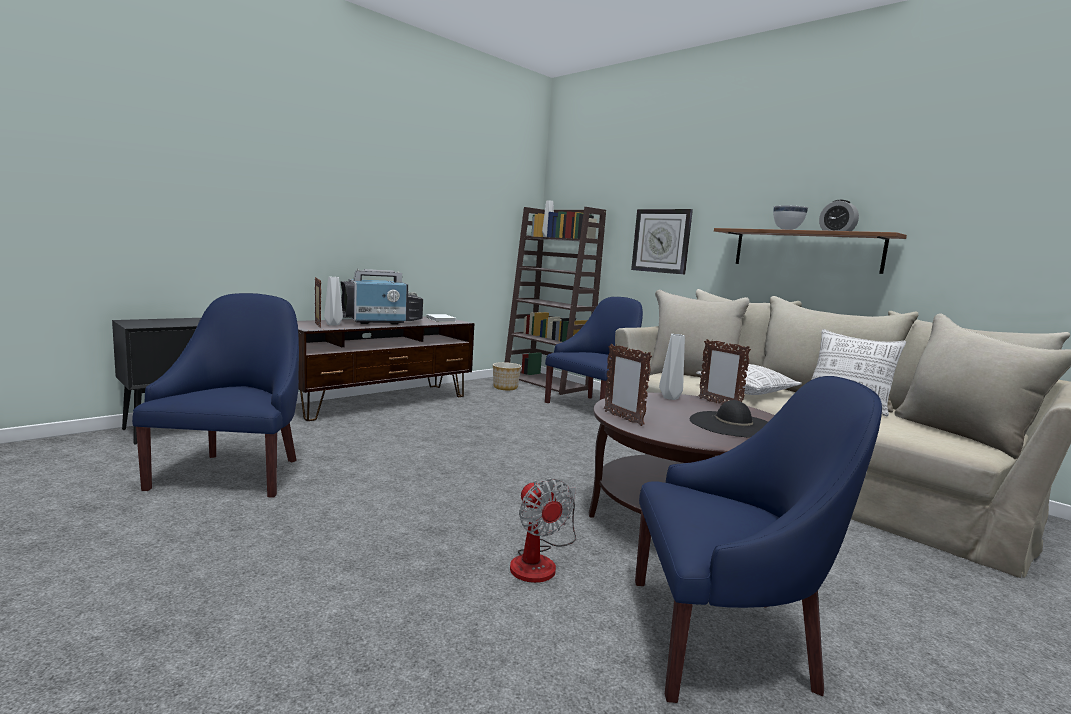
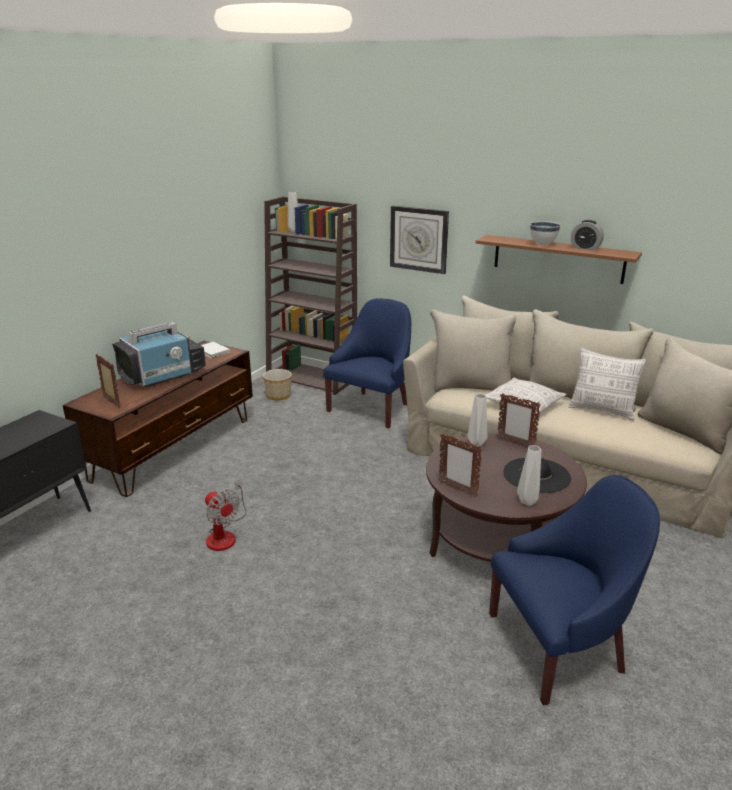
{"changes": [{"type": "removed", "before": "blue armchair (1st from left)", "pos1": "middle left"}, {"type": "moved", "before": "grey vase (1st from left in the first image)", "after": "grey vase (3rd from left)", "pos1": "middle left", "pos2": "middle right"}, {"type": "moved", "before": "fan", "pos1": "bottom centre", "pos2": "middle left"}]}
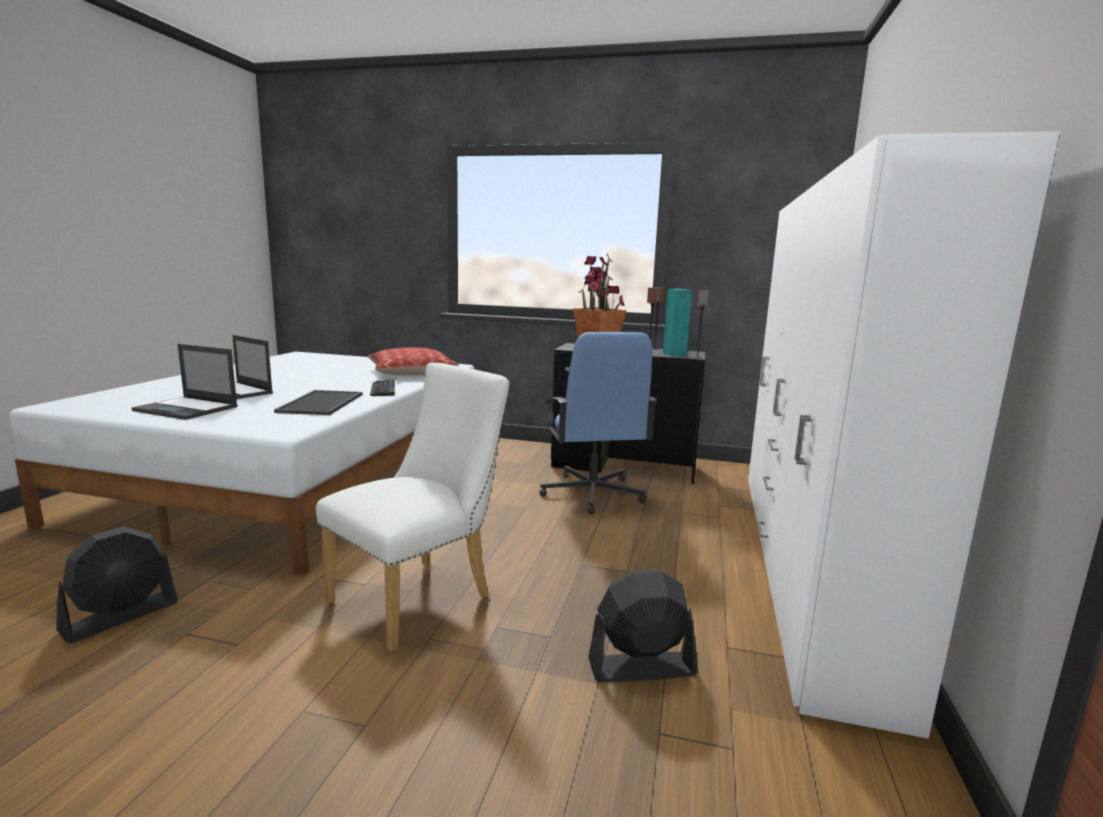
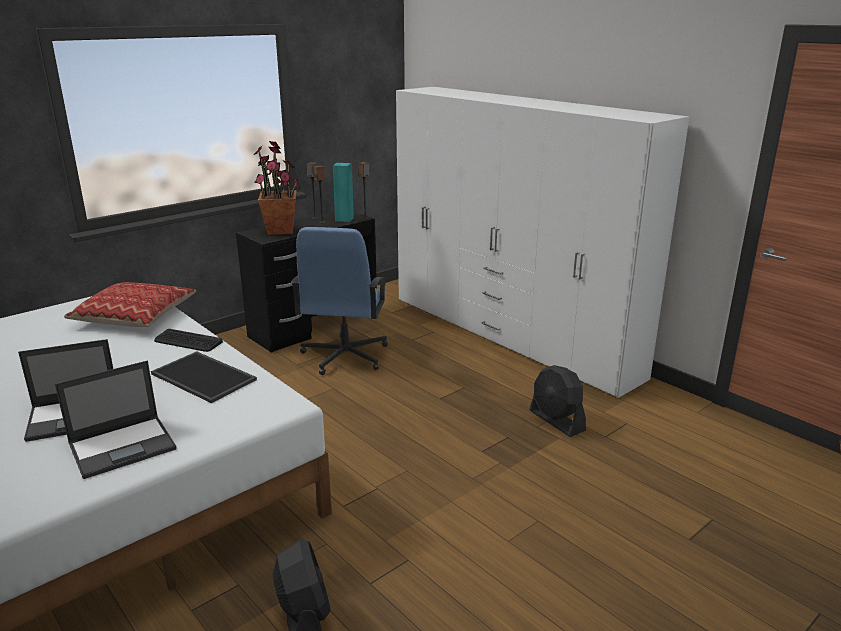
{"changes": [{"type": "removed", "before": "white chair", "pos1": "centre"}, {"type": "turned", "before": "blue office chair", "pos1": "centre", "pos2": "centre", "turn": 75}, {"type": "turned", "before": "black fan (2nd from left)", "pos1": "bottom centre", "pos2": "centre", "turn": -60}]}
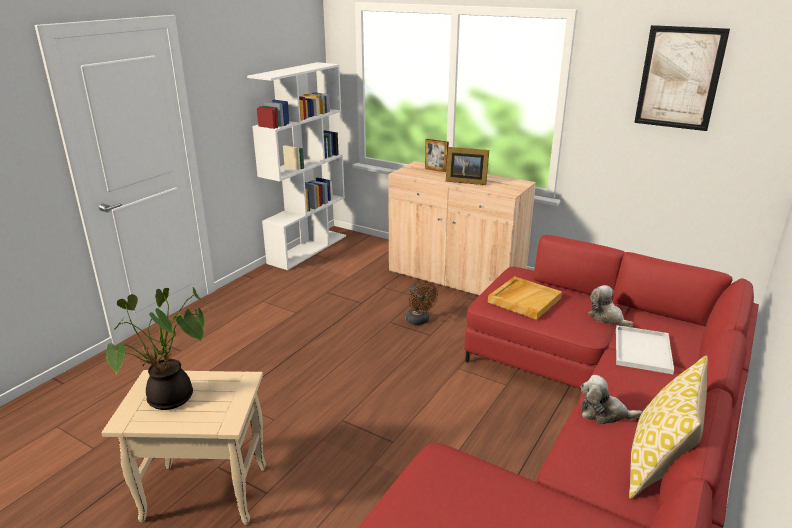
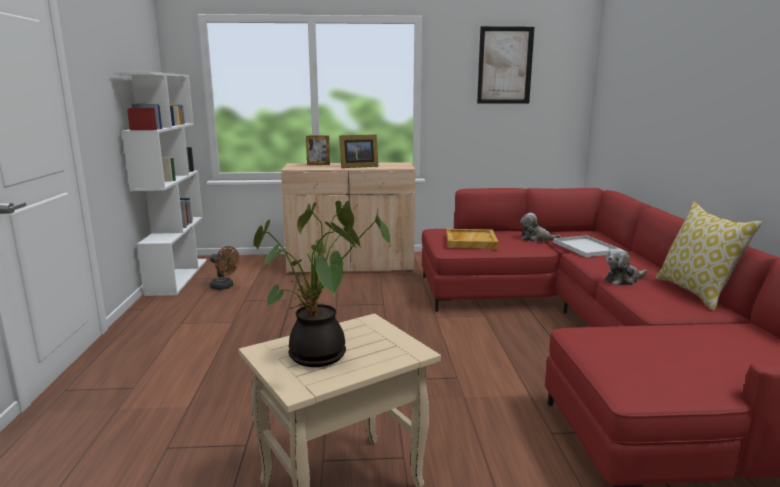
{"changes": [{"type": "moved", "before": "brown fan", "pos1": "centre", "pos2": "middle left"}]}
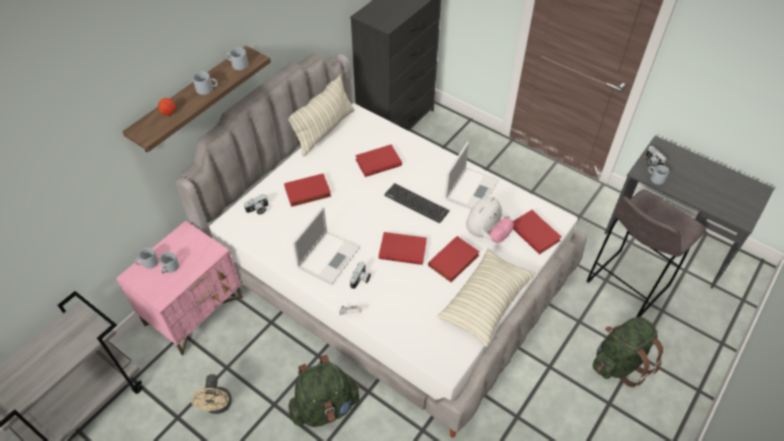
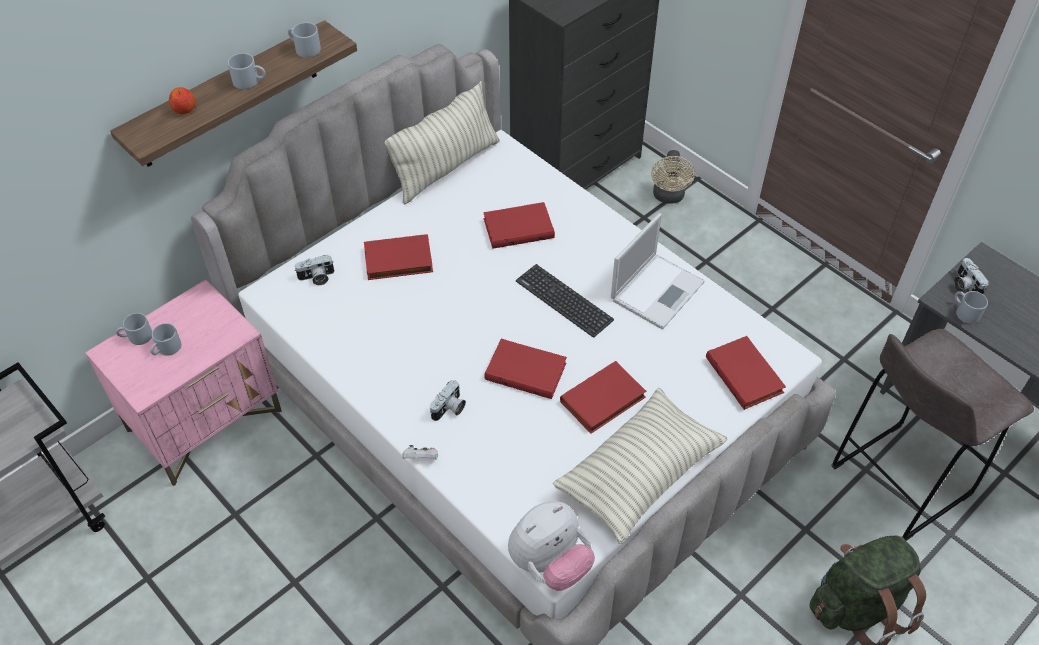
{"changes": [{"type": "moved", "before": "beige fan", "pos1": "bottom left", "pos2": "top centre"}, {"type": "removed", "before": "green backpack (1st from left)", "pos1": "bottom centre"}, {"type": "removed", "before": "laptop (1st from left)", "pos1": "centre"}, {"type": "moved", "before": "plush toy", "pos1": "centre", "pos2": "bottom centre"}]}
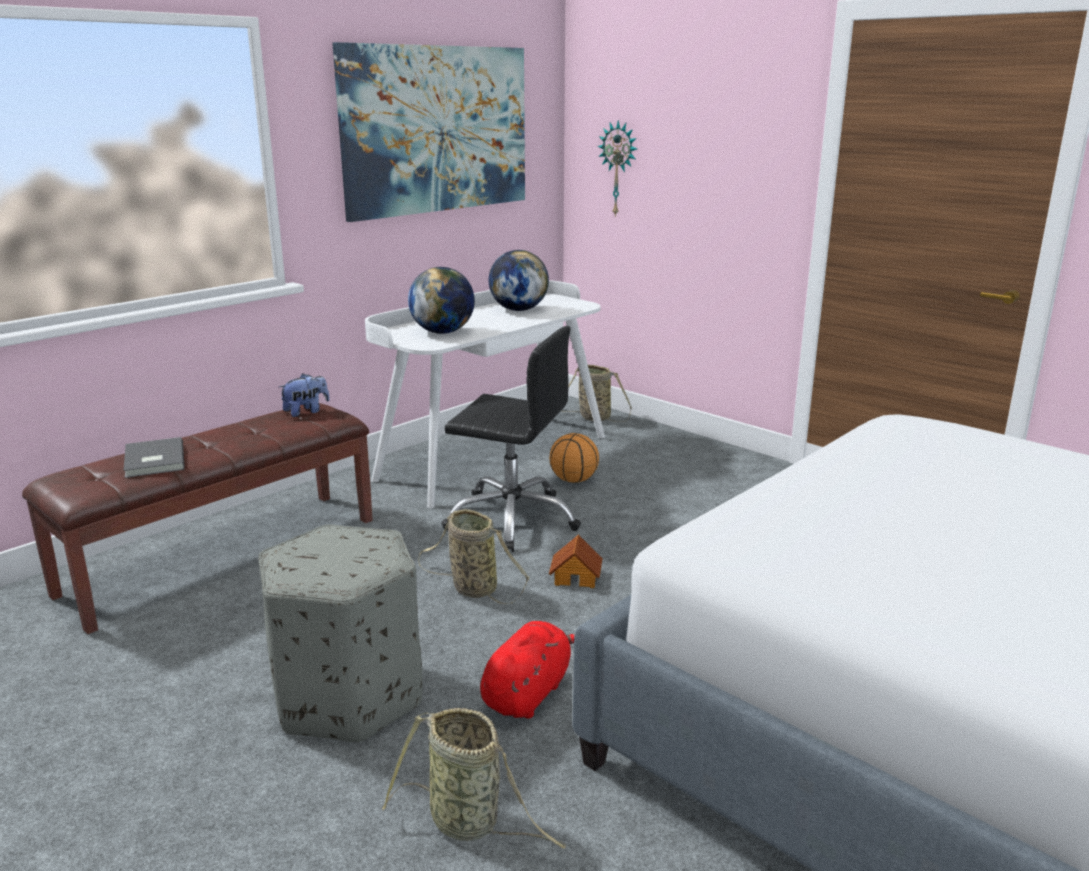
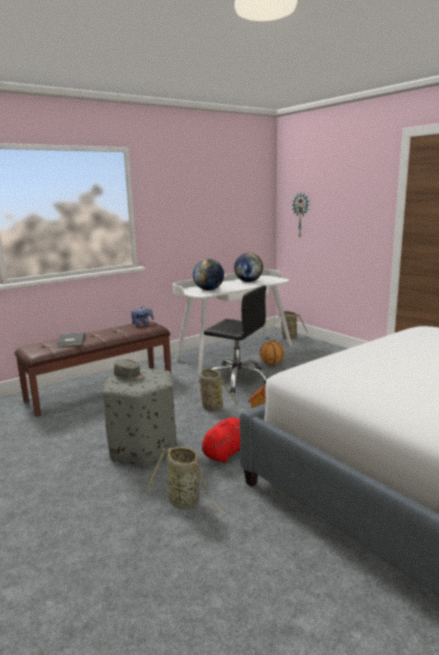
{"changes": [{"type": "removed", "before": "picture", "pos1": "top centre"}, {"type": "added", "after": "grey cap", "pos2": "middle left"}]}
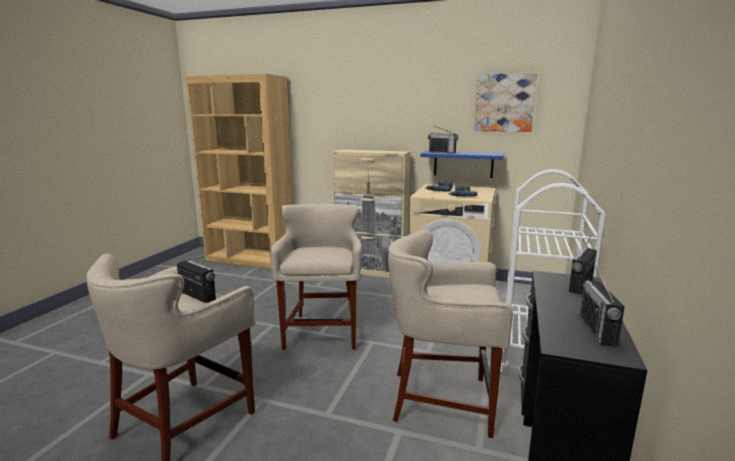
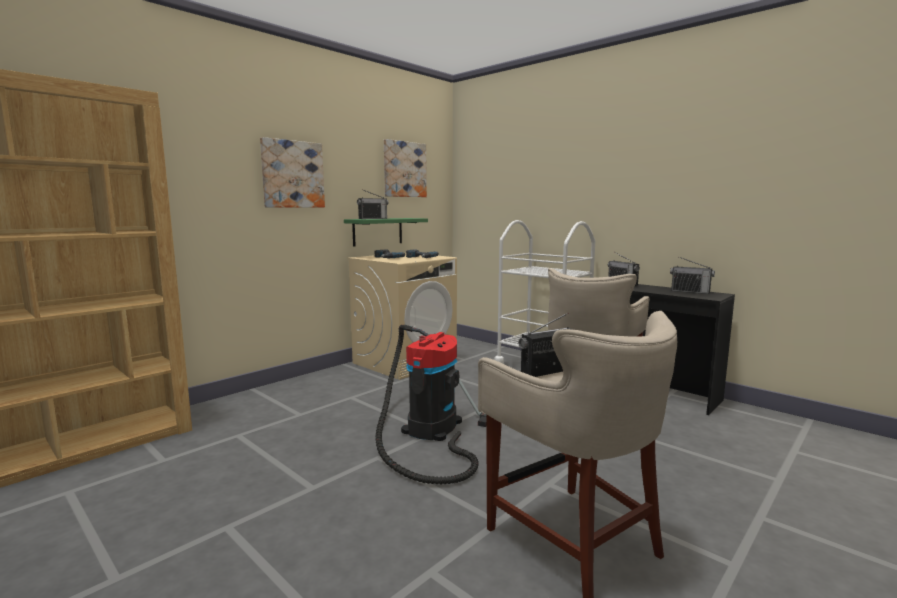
{"changes": [{"type": "replaced", "before": "beige stool (2nd from left)", "after": "vacuum cleaner", "pos1": "centre", "pos2": "bottom centre"}, {"type": "removed", "before": "beige cabinet", "pos1": "centre"}, {"type": "recoloured", "before": "blue shelf", "after": "green shelf", "pos1": "centre", "pos2": "centre"}, {"type": "added", "after": "picture (1st from left)", "pos2": "top left"}]}
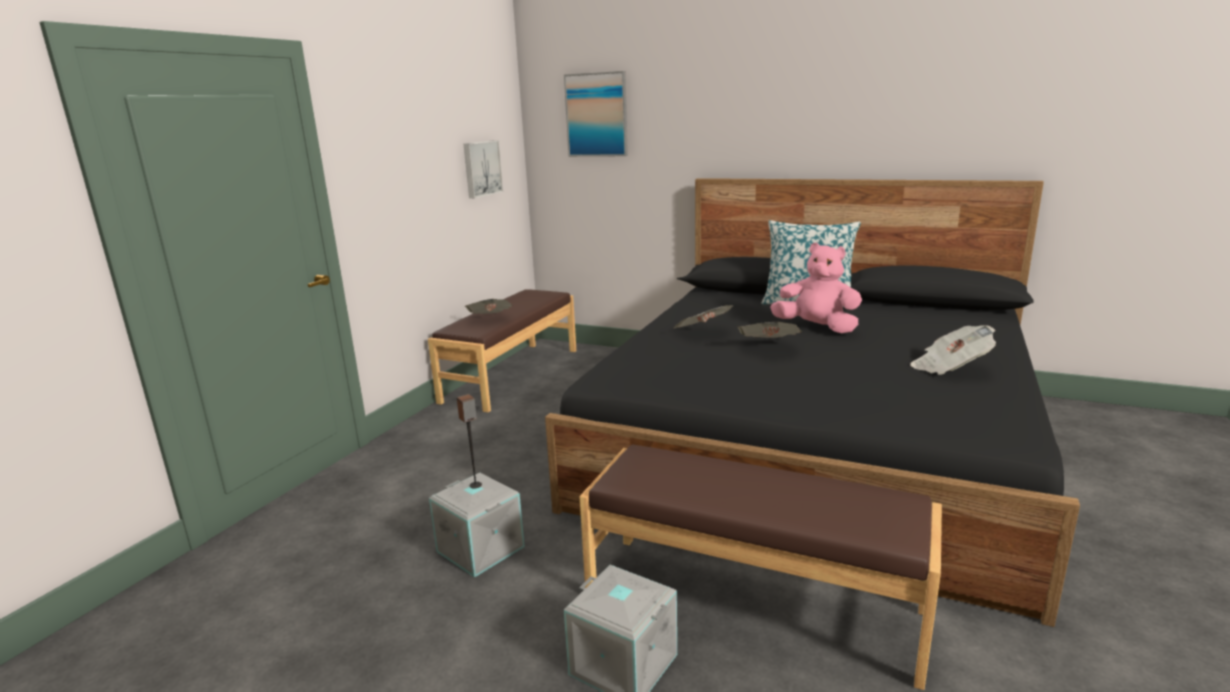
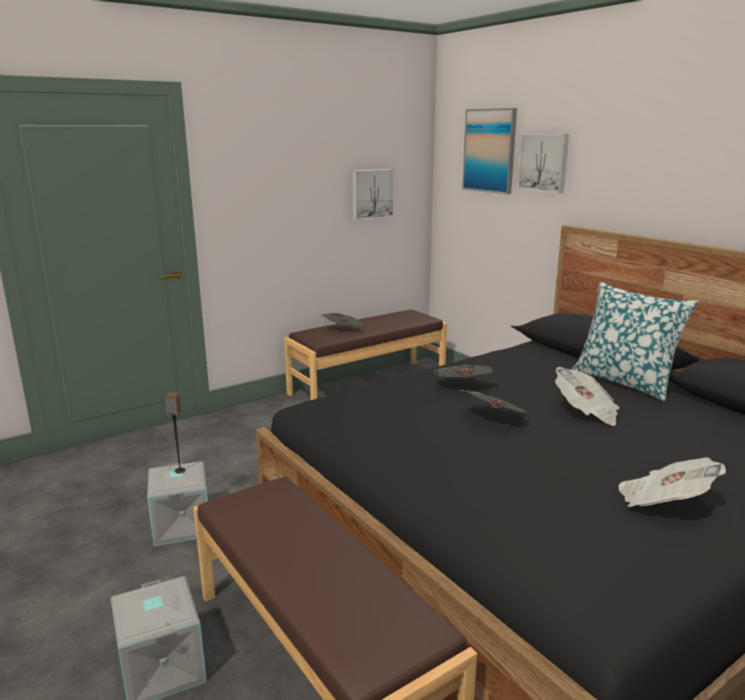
{"changes": [{"type": "replaced", "before": "pink plush toy", "after": "newspaper (4th from left)", "pos1": "centre", "pos2": "middle right"}, {"type": "added", "after": "picture (3rd from left)", "pos2": "top right"}]}
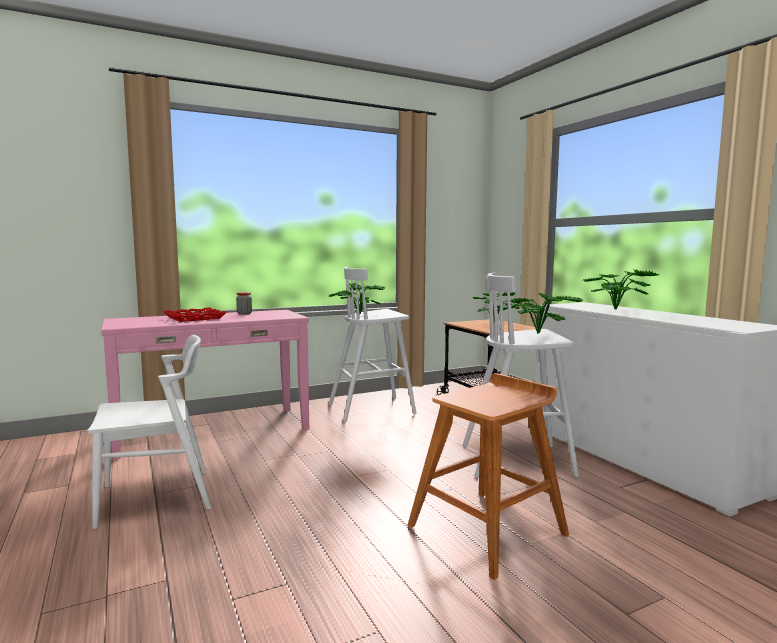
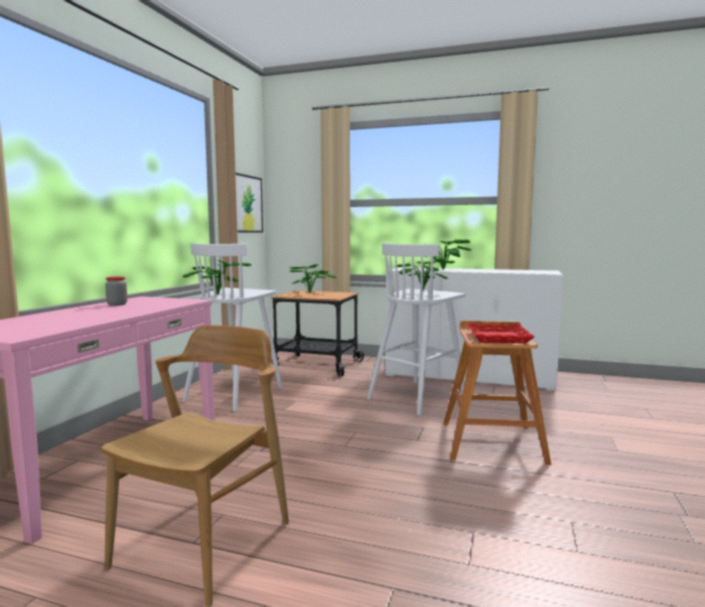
{"changes": [{"type": "recoloured", "before": "white chair", "after": "brown chair", "pos1": "bottom left", "pos2": "bottom left"}, {"type": "moved", "before": "red tray", "pos1": "middle left", "pos2": "middle right"}, {"type": "added", "after": "picture", "pos2": "centre"}]}
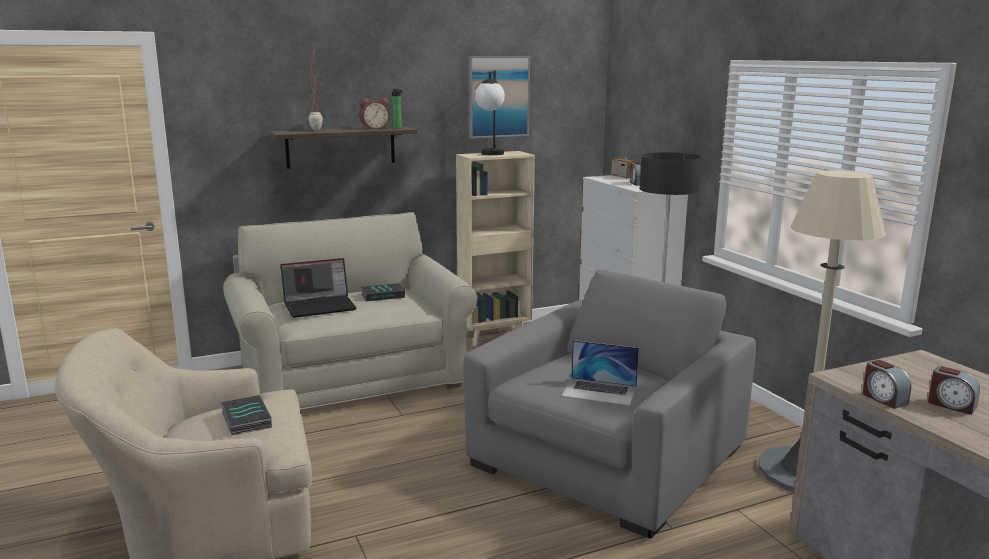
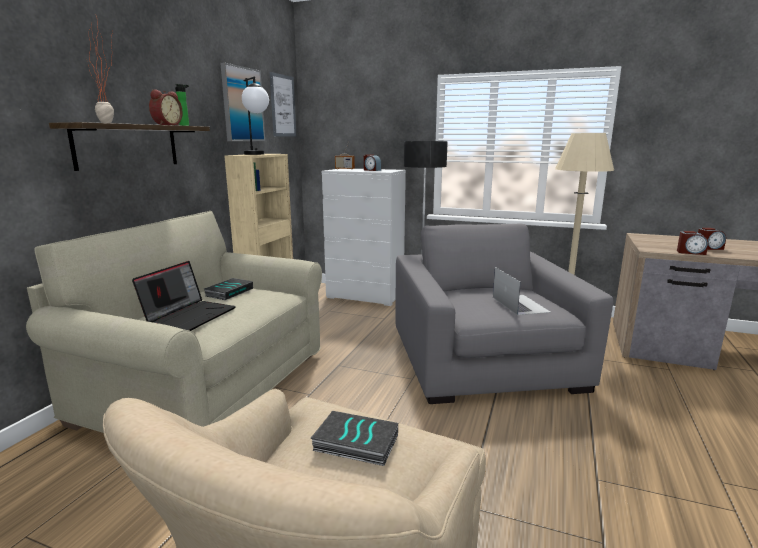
{"changes": [{"type": "turned", "before": "laptop (2nd from left)", "pos1": "bottom centre", "pos2": "middle right", "turn": -75}, {"type": "added", "after": "picture (2nd from left)", "pos2": "top centre"}]}
